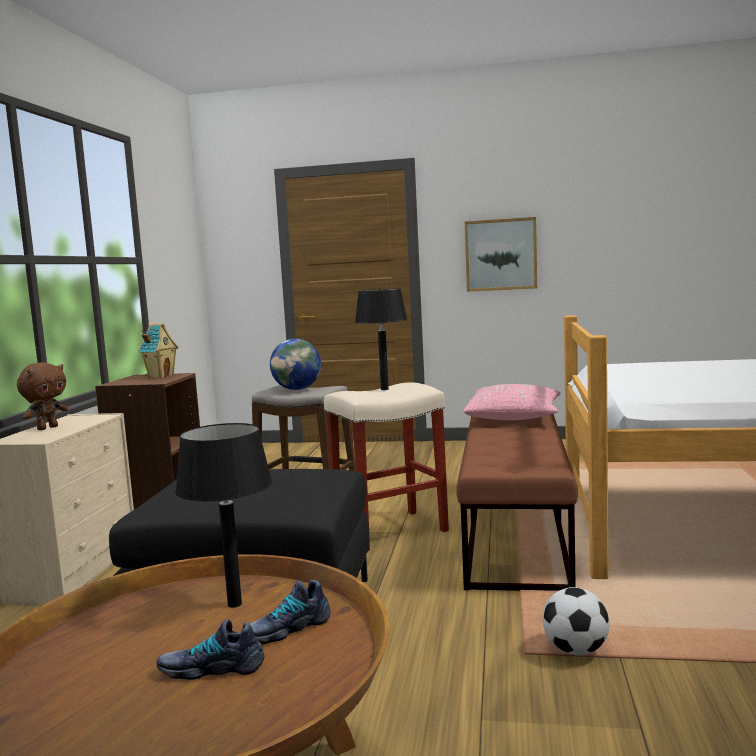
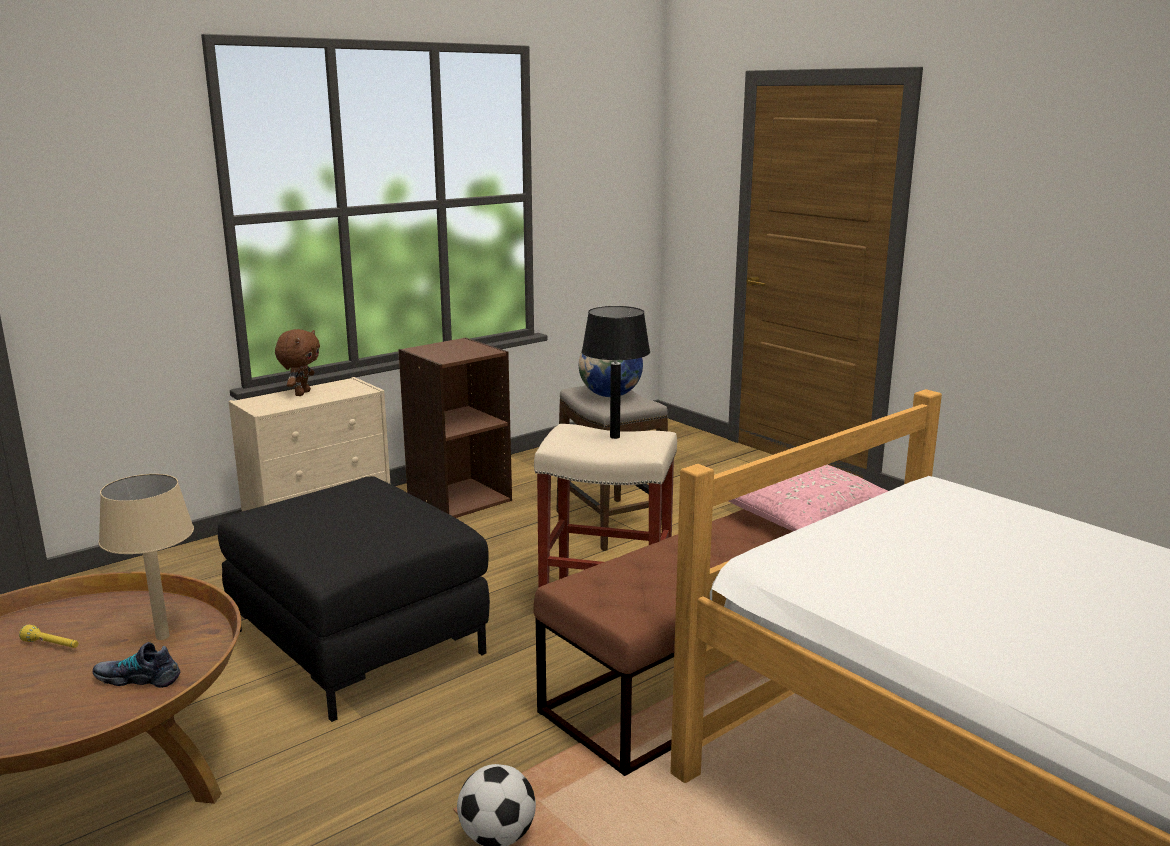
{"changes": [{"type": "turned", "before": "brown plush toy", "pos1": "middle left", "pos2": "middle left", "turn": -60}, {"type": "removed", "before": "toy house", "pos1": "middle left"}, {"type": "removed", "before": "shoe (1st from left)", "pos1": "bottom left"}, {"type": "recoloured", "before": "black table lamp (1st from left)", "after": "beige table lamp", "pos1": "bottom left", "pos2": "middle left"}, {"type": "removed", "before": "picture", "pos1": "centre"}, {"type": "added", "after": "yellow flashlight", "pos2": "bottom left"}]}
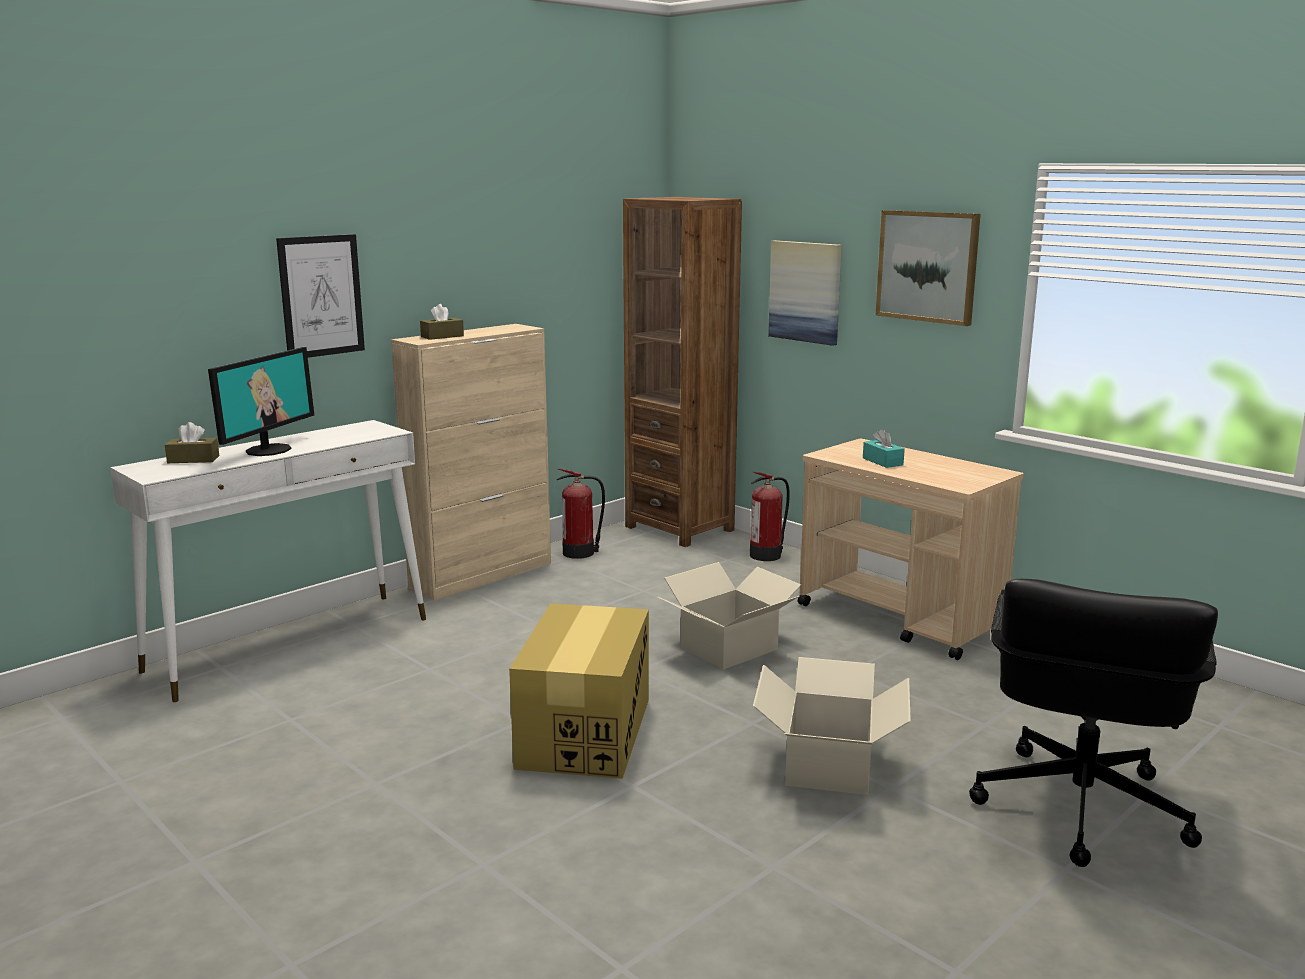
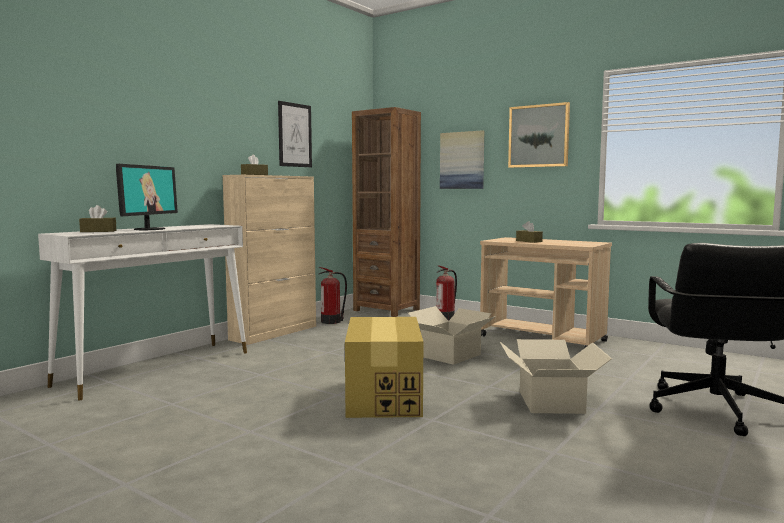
{"changes": [{"type": "moved", "before": "picture (1st from left)", "pos1": "top left", "pos2": "top centre"}, {"type": "recoloured", "before": "turquoise tissue box", "after": "brown tissue box (3rd from left)", "pos1": "middle right", "pos2": "middle right"}]}
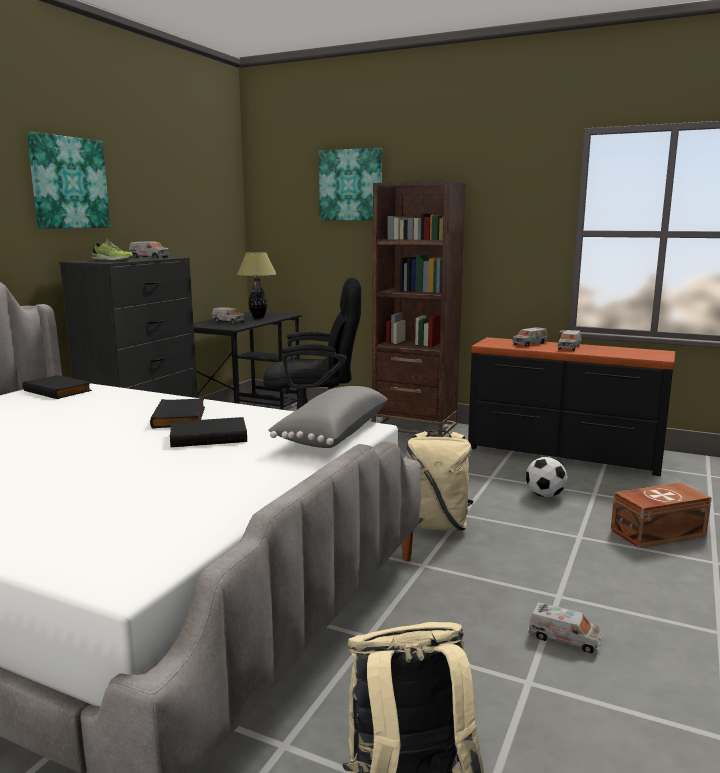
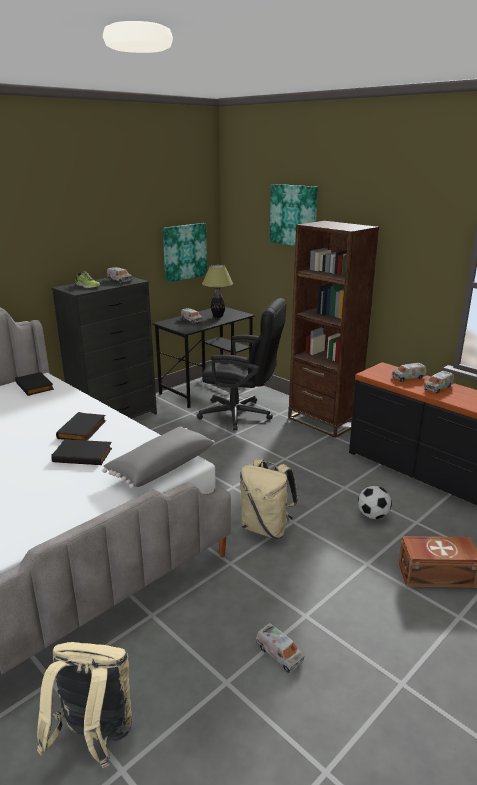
{"changes": [{"type": "moved", "before": "picture (1st from left)", "pos1": "top left", "pos2": "top centre"}]}
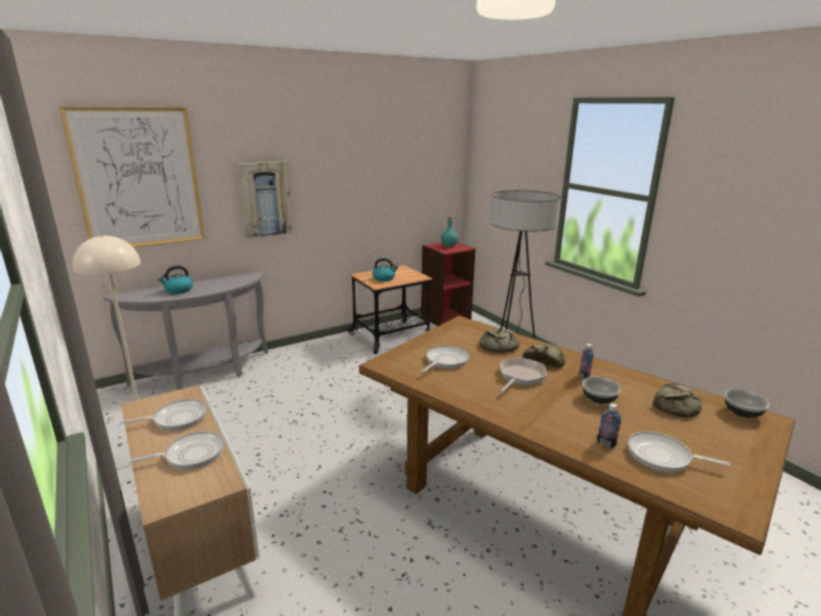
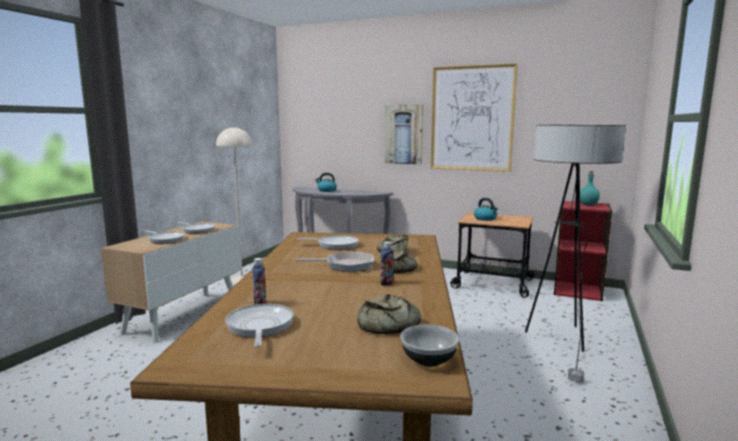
{"changes": [{"type": "moved", "before": "picture (1st from left in the first image)", "after": "picture (2nd from left)", "pos1": "top left", "pos2": "top centre"}, {"type": "removed", "before": "bowl (1st from left)", "pos1": "middle right"}]}
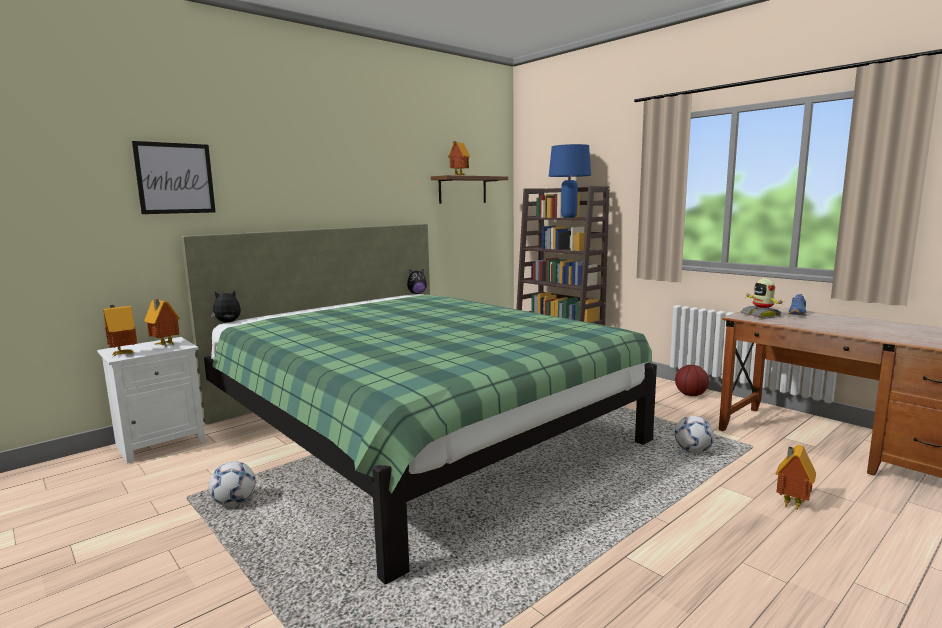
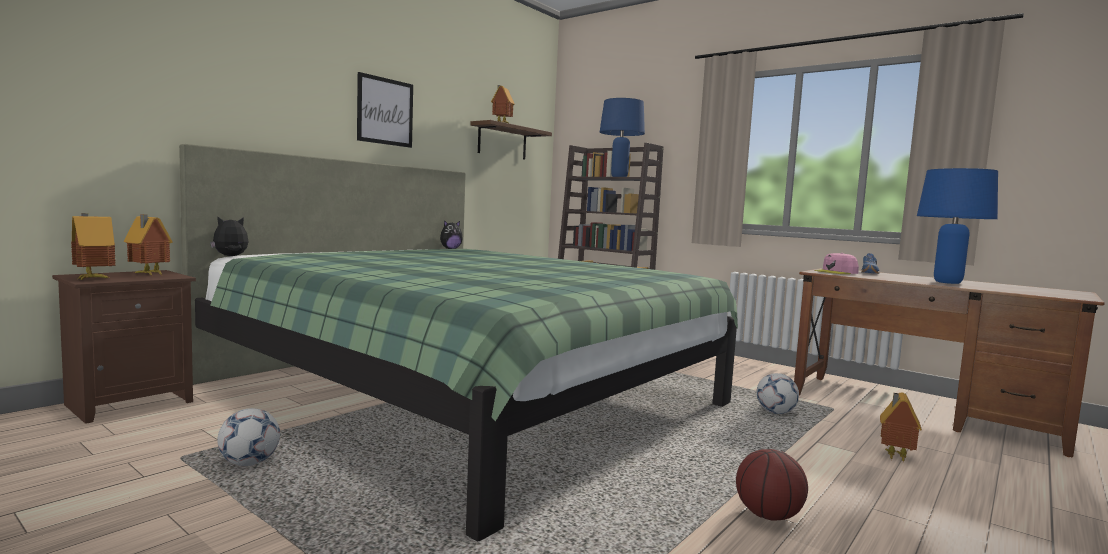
{"changes": [{"type": "recoloured", "before": "white nightstand", "after": "brown nightstand", "pos1": "middle left", "pos2": "middle left"}, {"type": "moved", "before": "picture", "pos1": "top left", "pos2": "top centre"}, {"type": "moved", "before": "basketball", "pos1": "middle right", "pos2": "bottom right"}, {"type": "replaced", "before": "toy robot", "after": "pink cap", "pos1": "middle right", "pos2": "middle right"}, {"type": "added", "after": "blue table lamp (2nd from left)", "pos2": "middle right"}]}
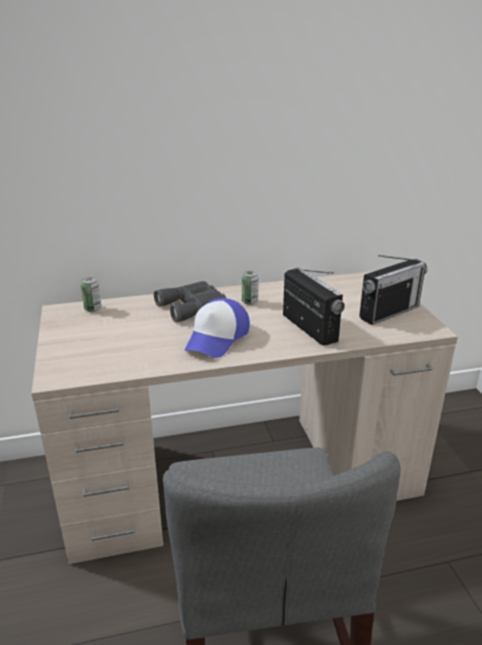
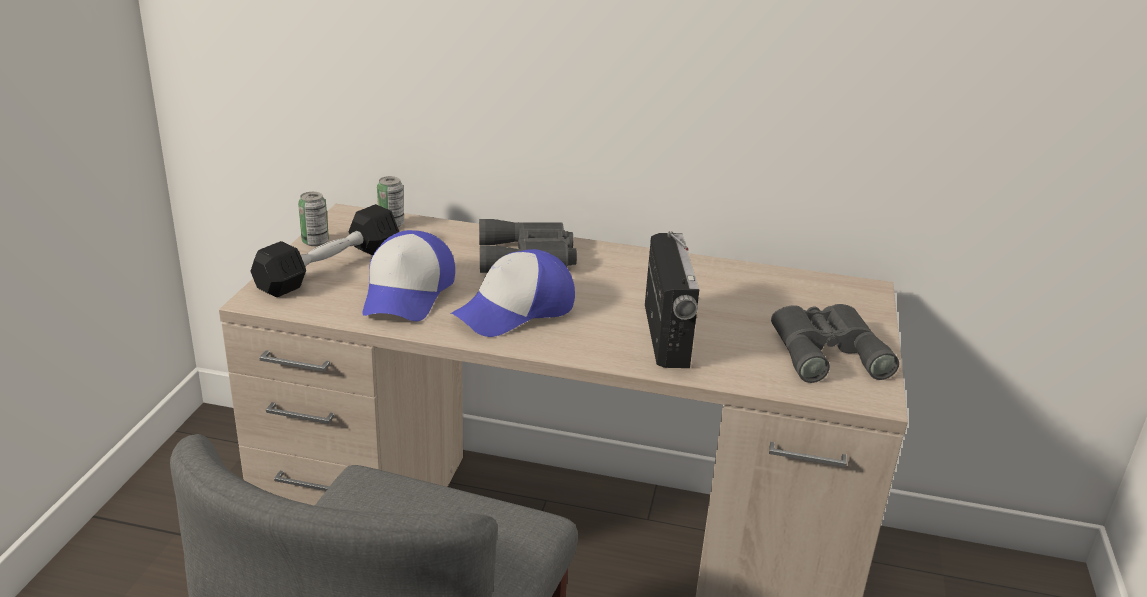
{"changes": [{"type": "moved", "before": "can (2nd from left in the first image)", "after": "can (1st from left)", "pos1": "centre", "pos2": "middle left"}, {"type": "replaced", "before": "radio (2nd from left)", "after": "grey binoculars (2nd from left)", "pos1": "middle right", "pos2": "middle right"}, {"type": "added", "after": "black dumbbell", "pos2": "middle left"}, {"type": "added", "after": "cap (1st from left)", "pos2": "centre"}]}
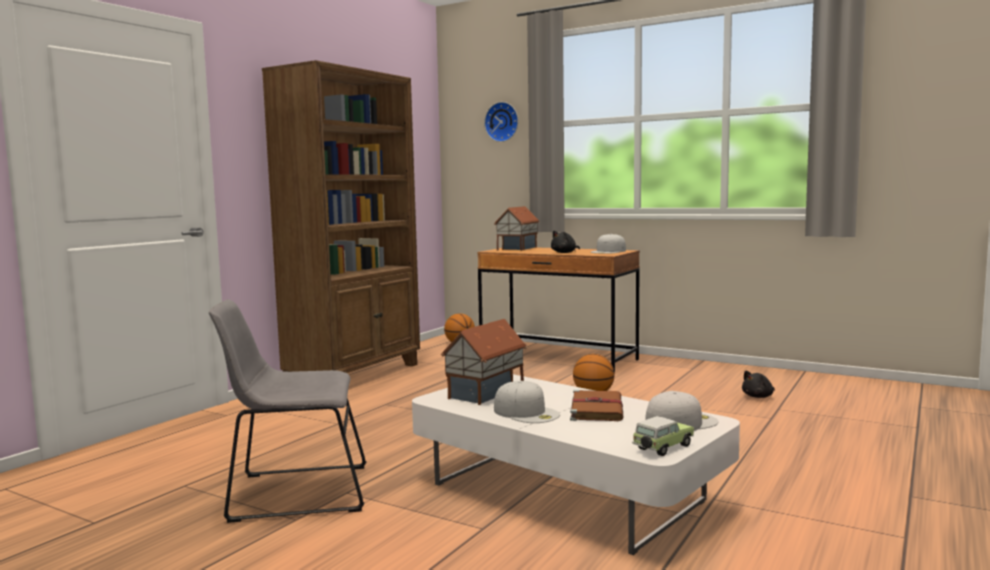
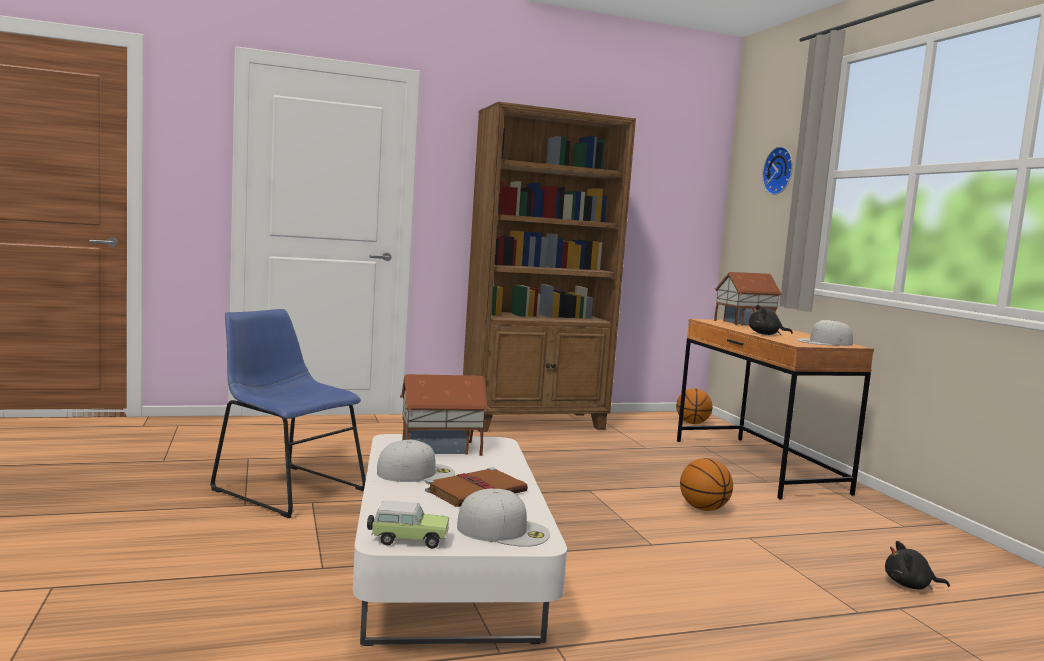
{"changes": [{"type": "recoloured", "before": "grey chair", "after": "blue chair", "pos1": "bottom left", "pos2": "middle left"}, {"type": "turned", "before": "white cap (1st from left)", "pos1": "bottom centre", "pos2": "bottom centre", "turn": -105}]}
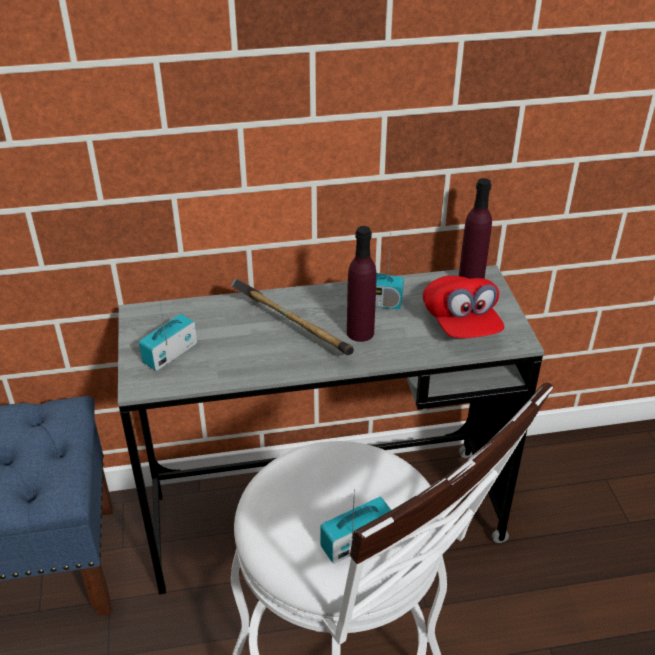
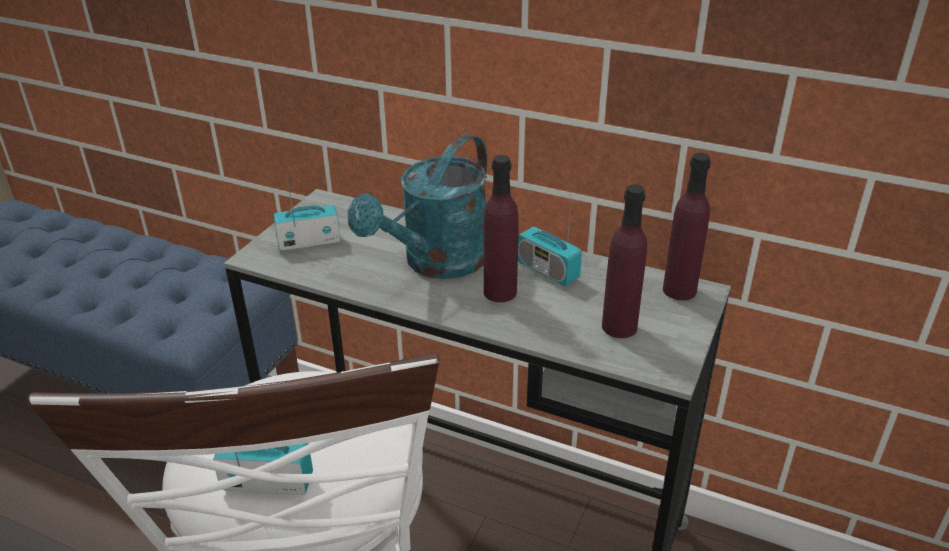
{"changes": [{"type": "replaced", "before": "hammer", "after": "turquoise watering can", "pos1": "centre", "pos2": "centre"}, {"type": "replaced", "before": "red cap", "after": "purple bottle (2nd from left)", "pos1": "middle right", "pos2": "centre"}]}
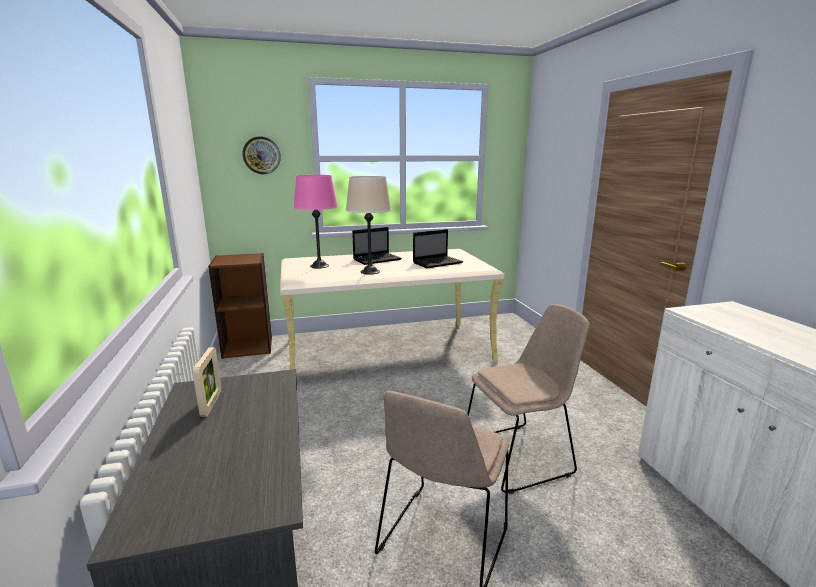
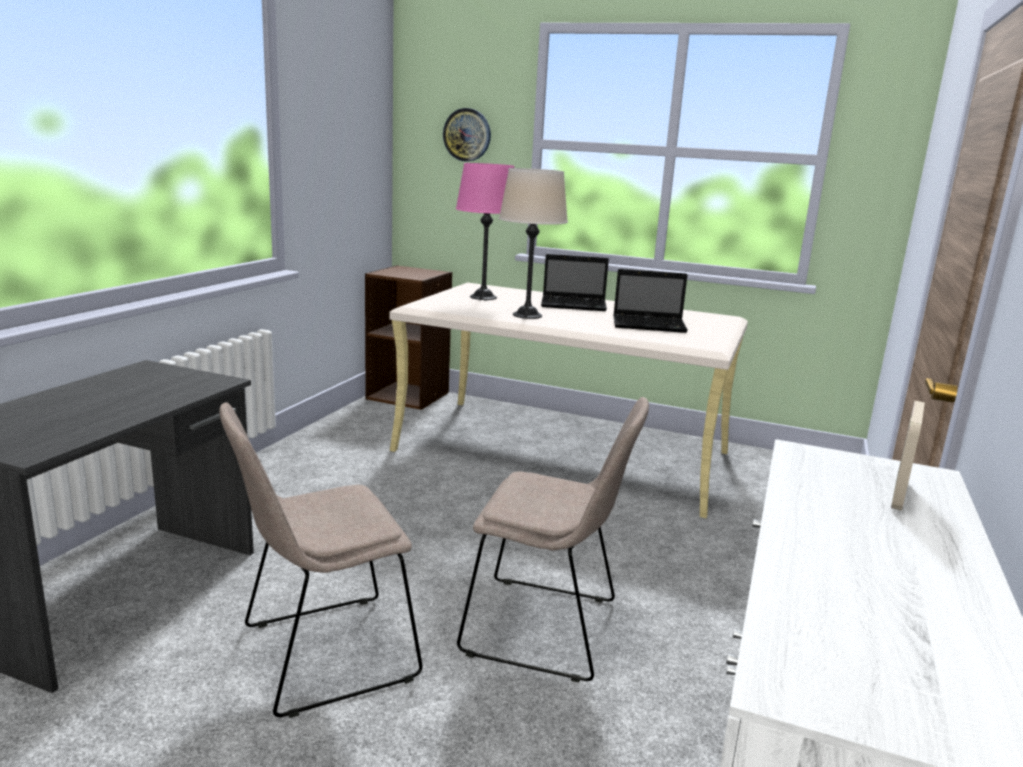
{"changes": [{"type": "moved", "before": "picture frame", "pos1": "middle left", "pos2": "middle right"}]}
